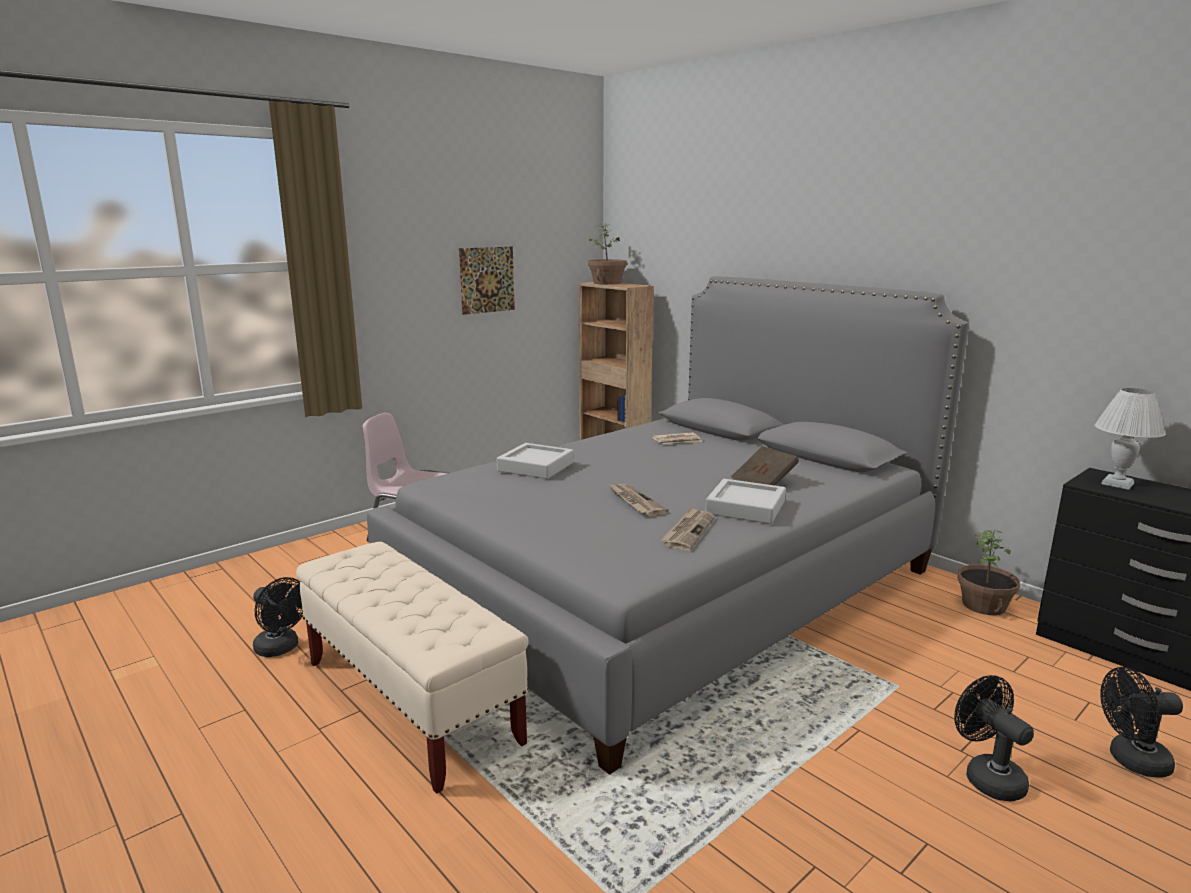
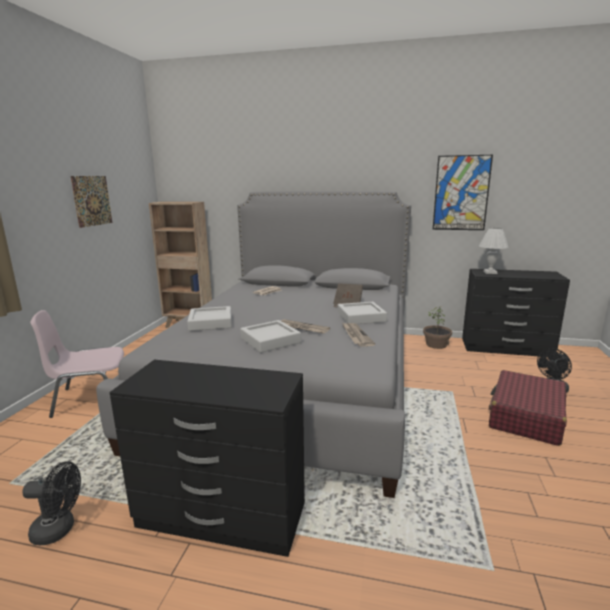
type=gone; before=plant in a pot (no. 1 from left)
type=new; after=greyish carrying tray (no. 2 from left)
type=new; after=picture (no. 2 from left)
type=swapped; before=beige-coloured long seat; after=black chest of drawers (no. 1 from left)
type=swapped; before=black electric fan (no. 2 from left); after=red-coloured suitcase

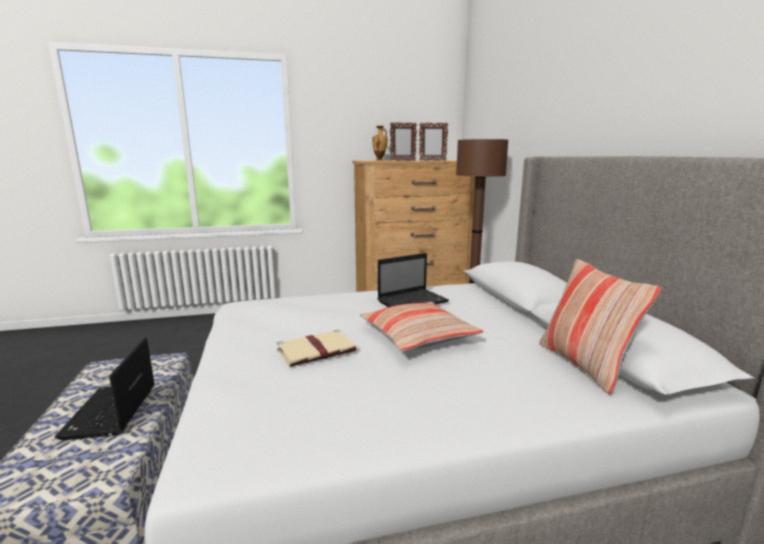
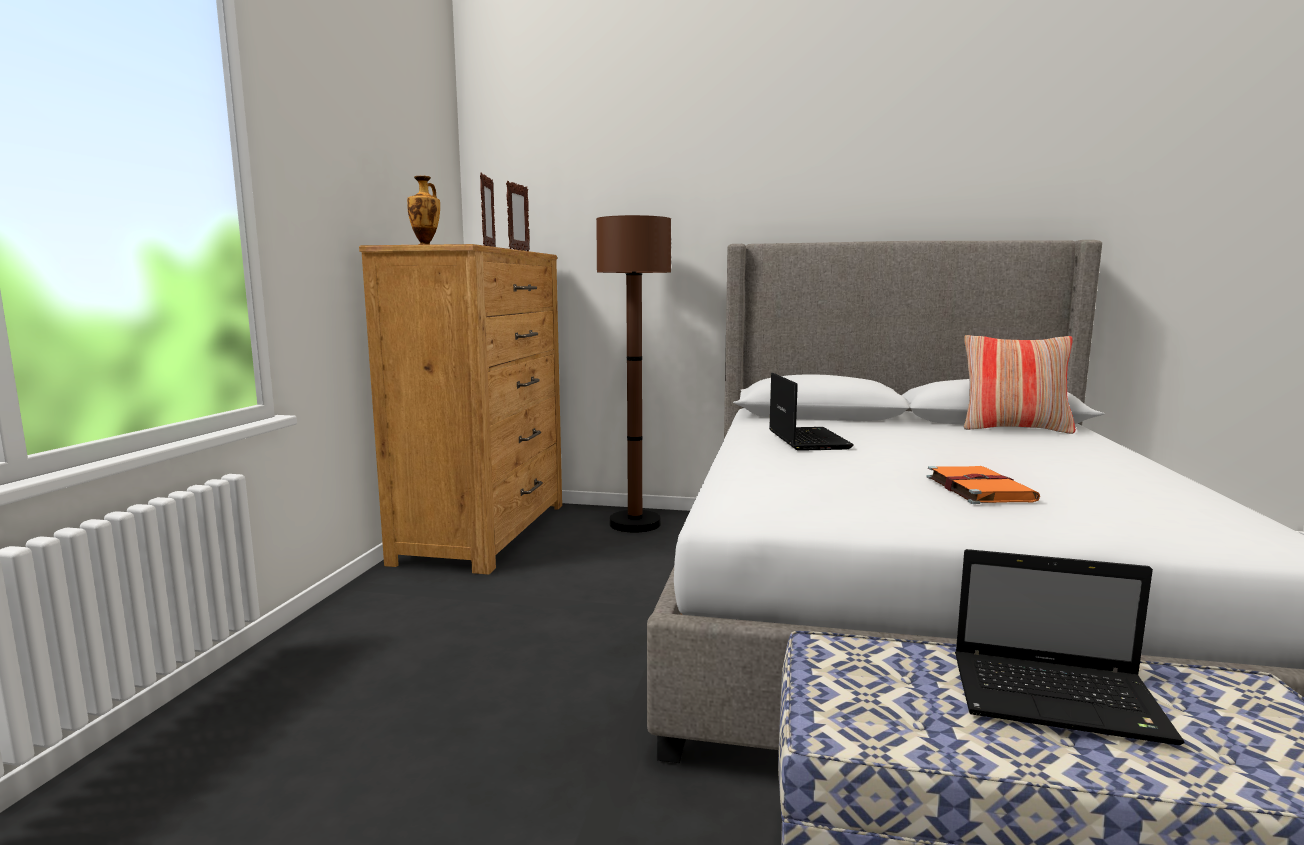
type=gone; before=pillow (no. 1 from left)
type=repainted; before=beige-coloured bound book; after=orangey bound book

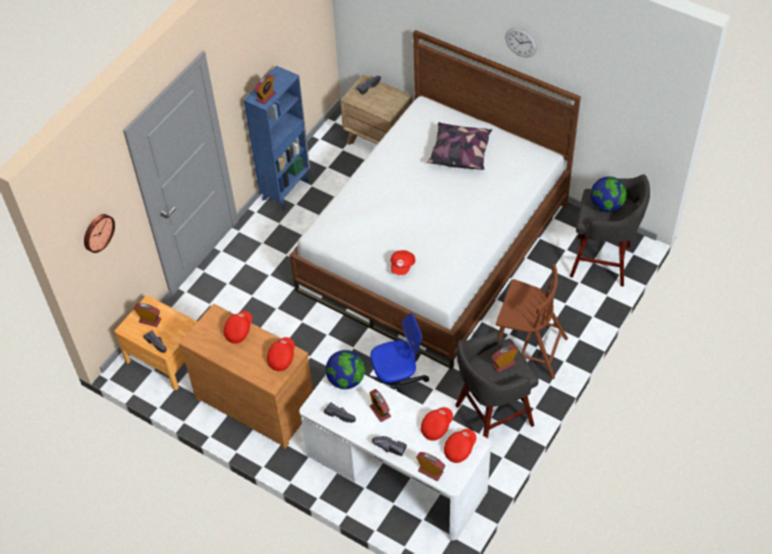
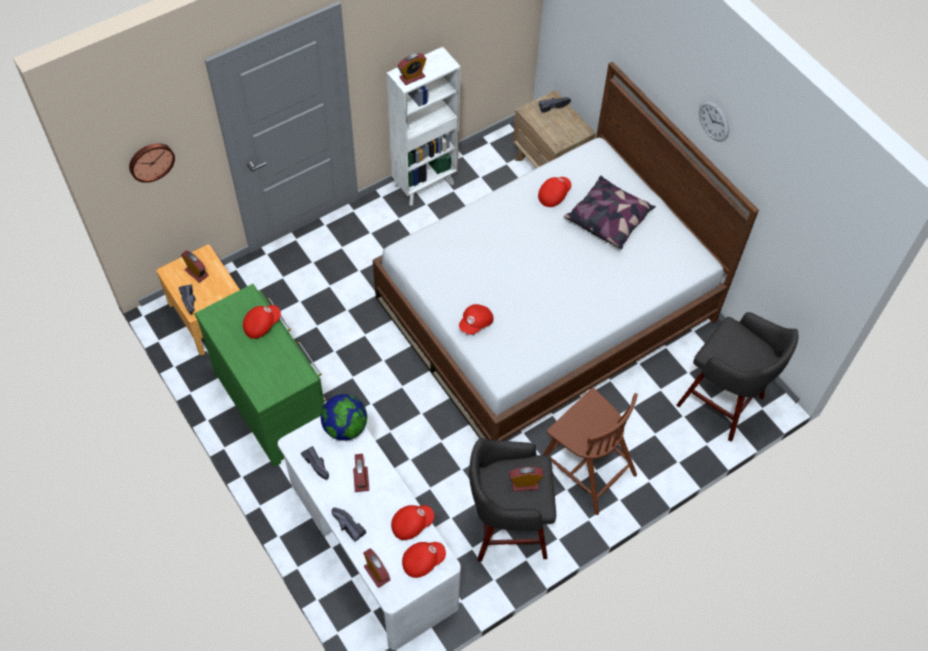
type=gone; before=office chair
type=gone; before=desk globe (no. 2 from left)
type=shifted; before=red-coloured peaked cap (no. 2 from left in the first image); after=red-coloured peaked cap (no. 5 from left)
type=repainted; before=brownish chest of drawers; after=greenish chest of drawers
type=repainted; before=blue-coloured bookcase; after=white bookcase

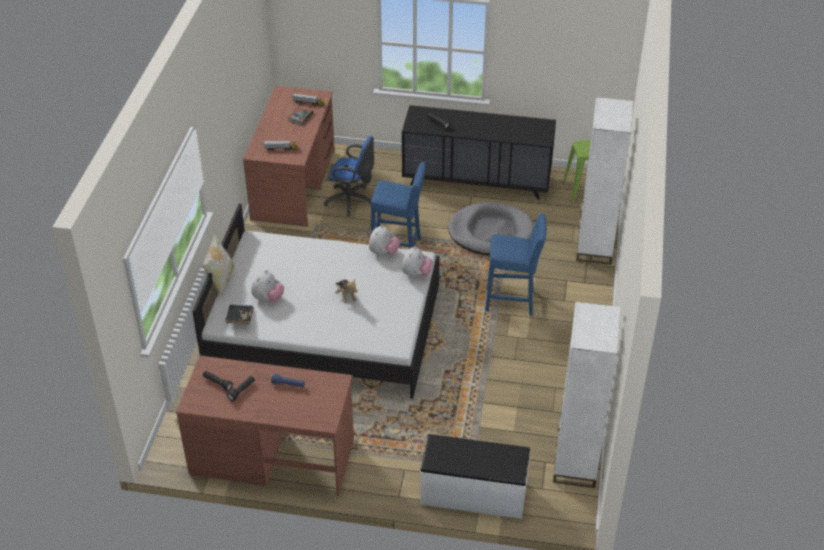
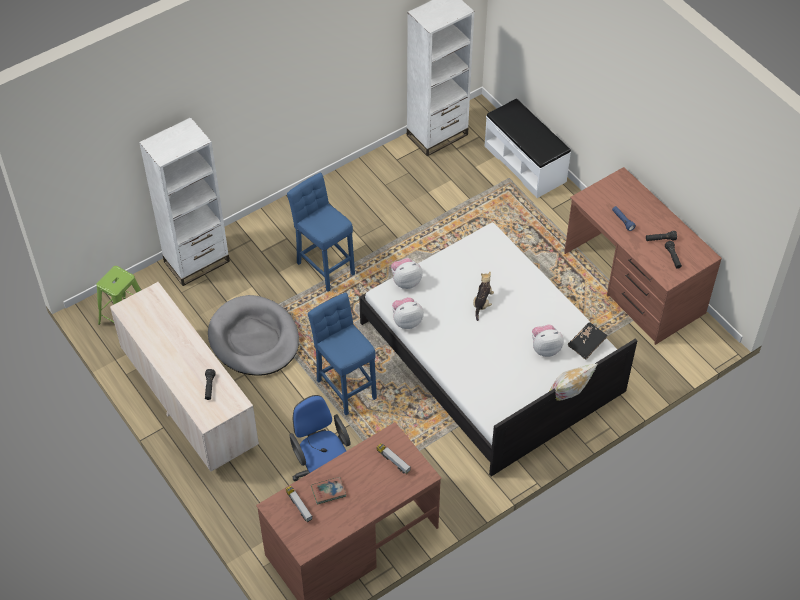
type=repainted; before=black chest of drawers; after=beige-coloured chest of drawers

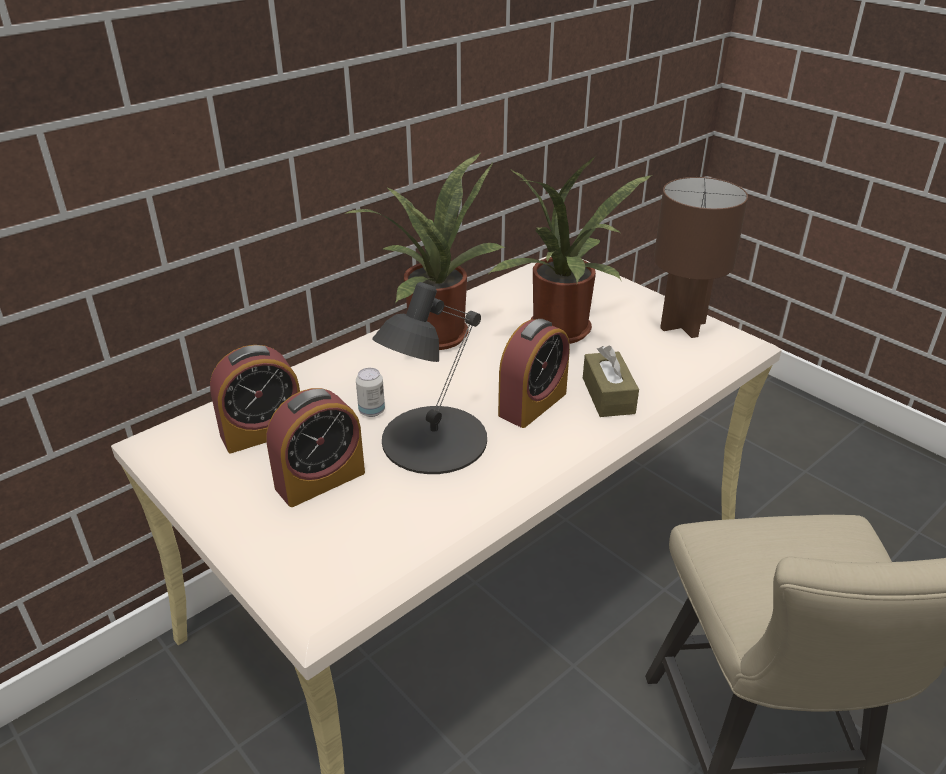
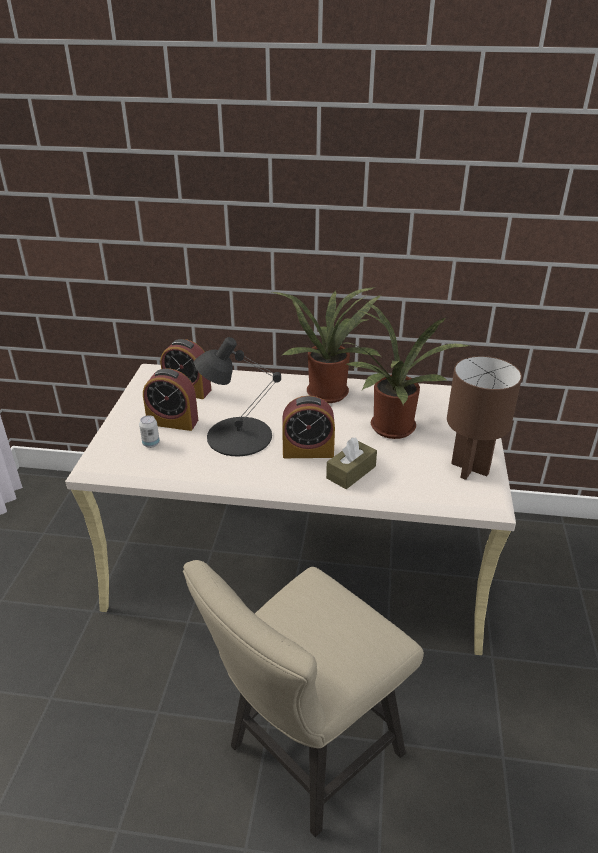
type=shifted; before=sealed can

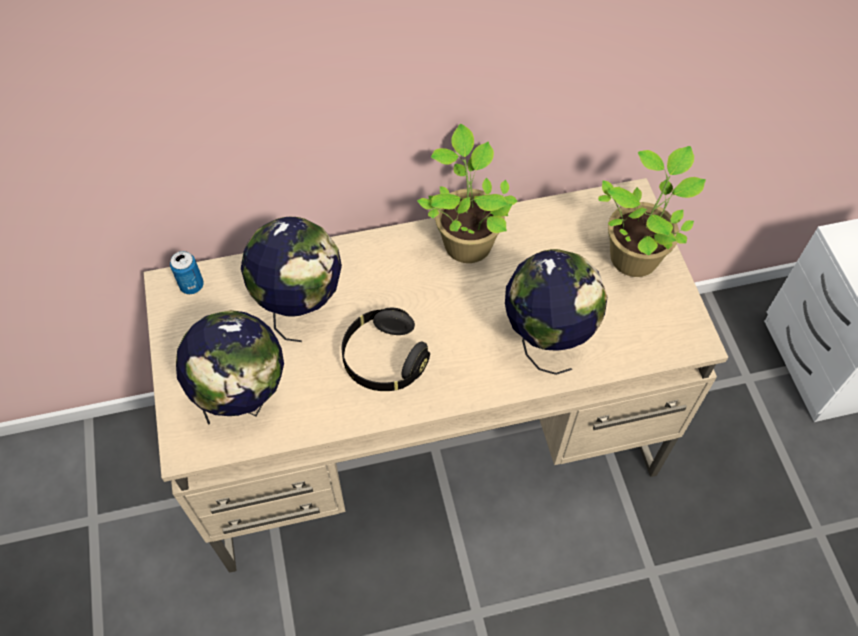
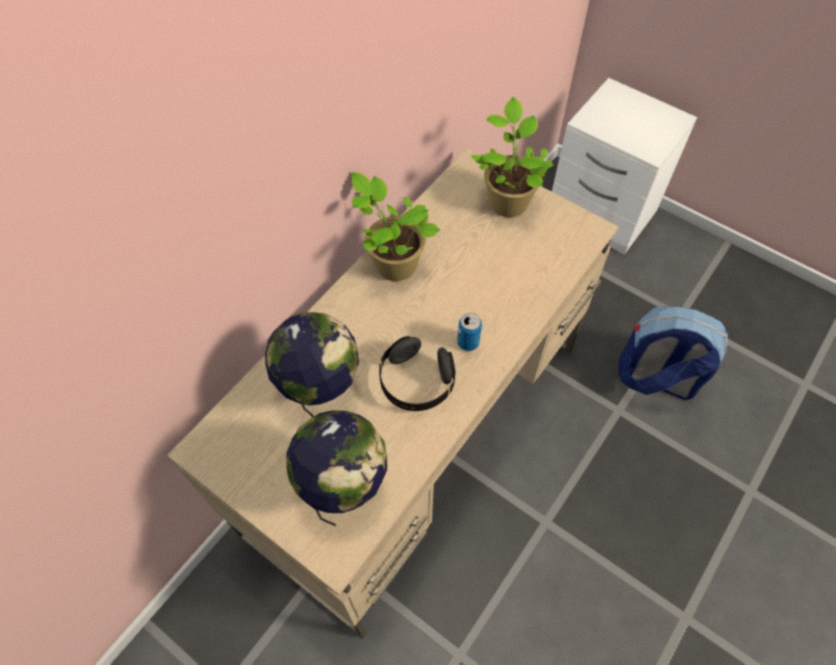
type=gone; before=desk globe (no. 3 from left)
type=new; after=knapsack
type=shifted; before=sealed can

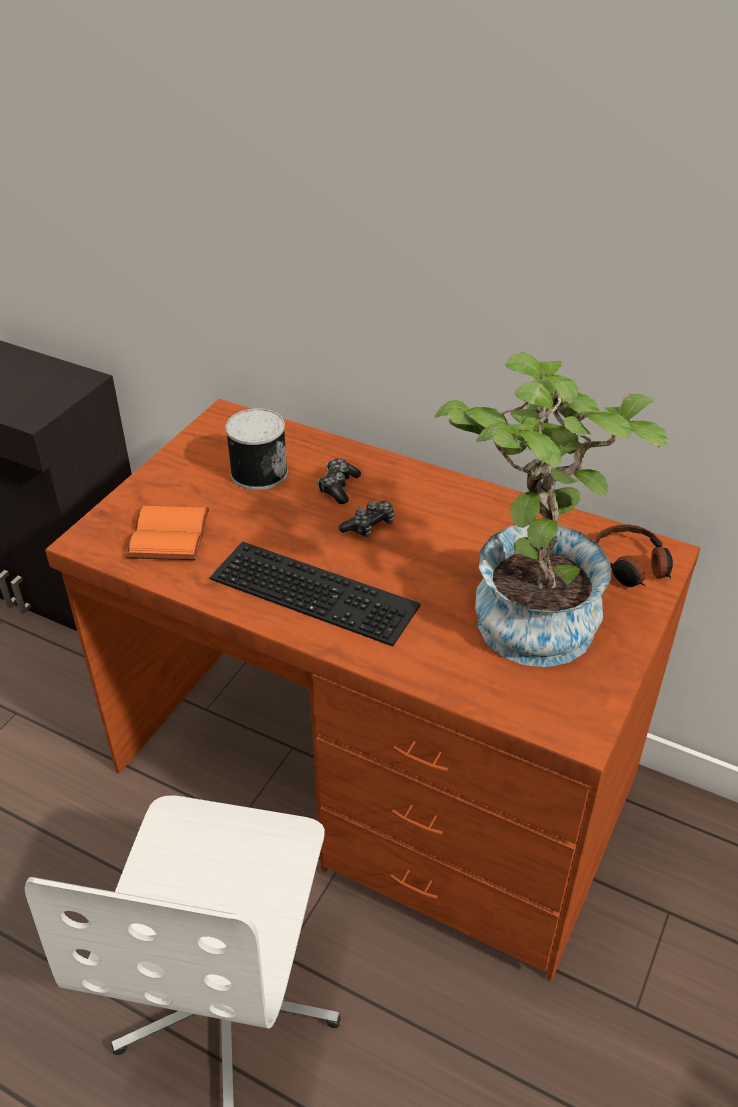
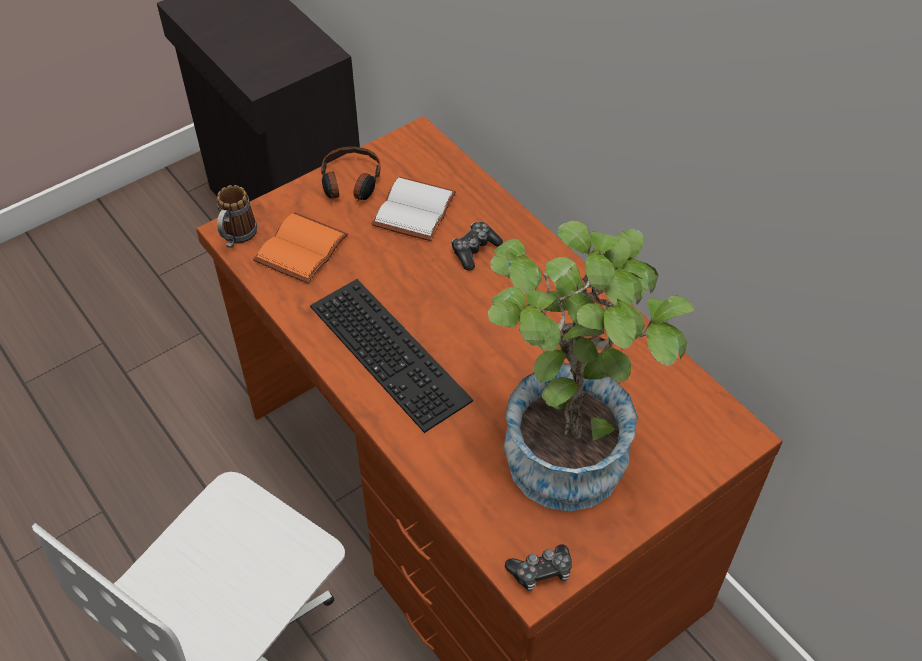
type=new; after=coffee mug
type=shifted; before=gamepad (no. 2 from left)
type=shifted; before=headphones
type=swapped; before=sealed can; after=white bound book

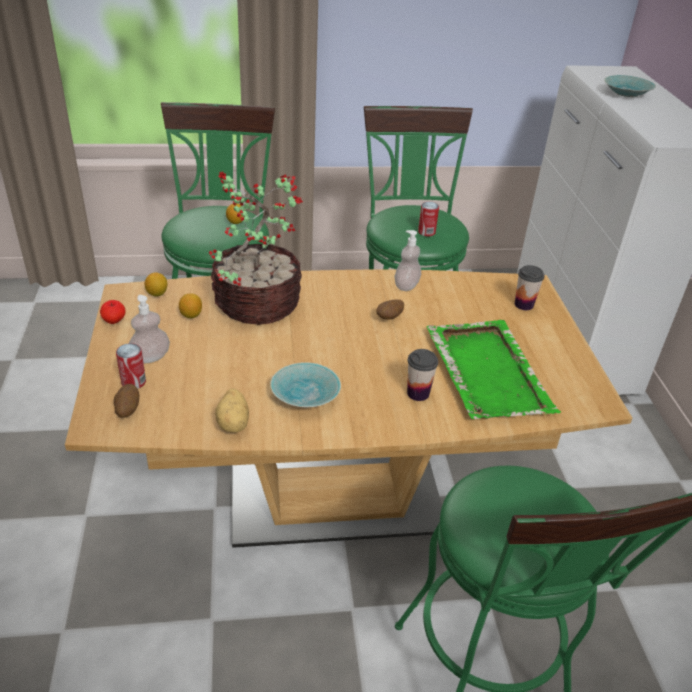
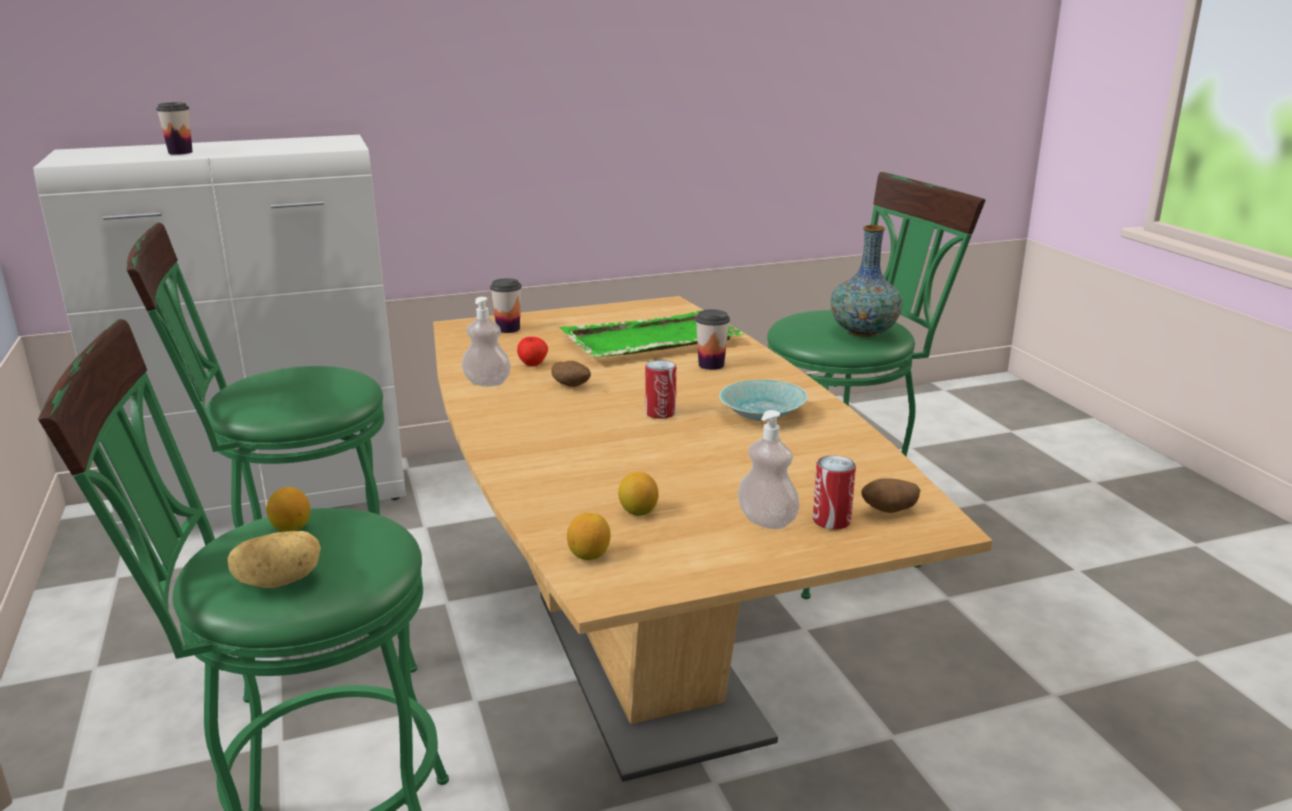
type=gone; before=plant in a pot
type=new; after=decorative vase
type=shifted; before=whole apple
type=shifted; before=potato (no. 2 from left in the first image); after=potato (no. 1 from left)
type=shifted; before=sealed can (no. 2 from left in the first image); after=sealed can (no. 1 from left)
type=swapped; before=turquoise-coloured bowl (no. 2 from left); after=small cup (no. 1 from left)

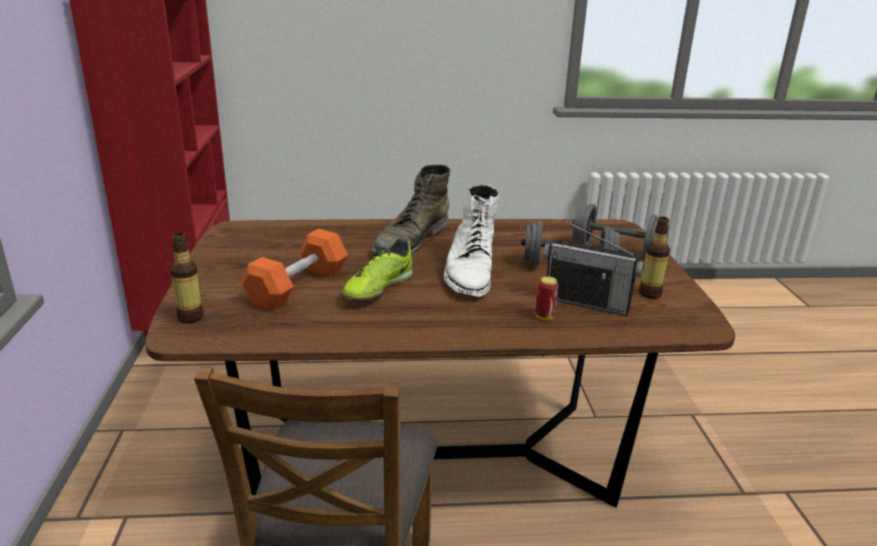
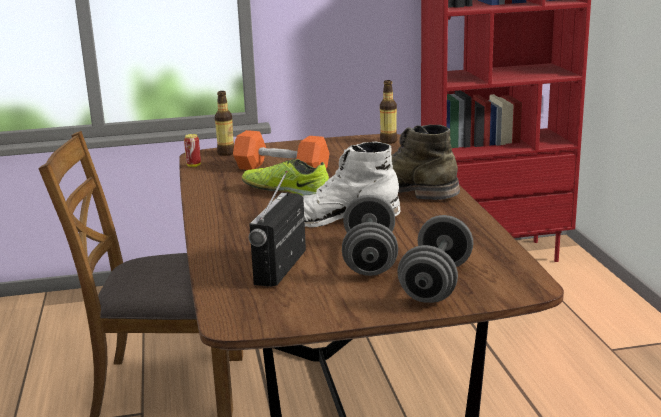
type=shifted; before=sealed can
type=shifted; before=drink bottle (no. 2 from left)

